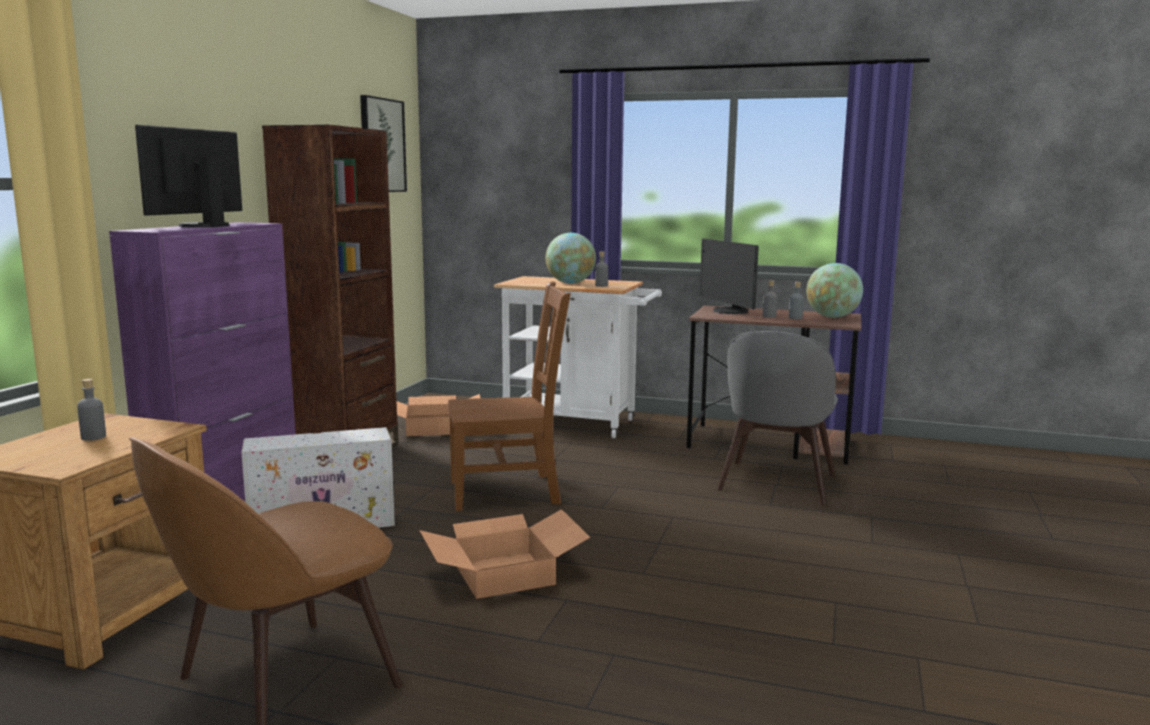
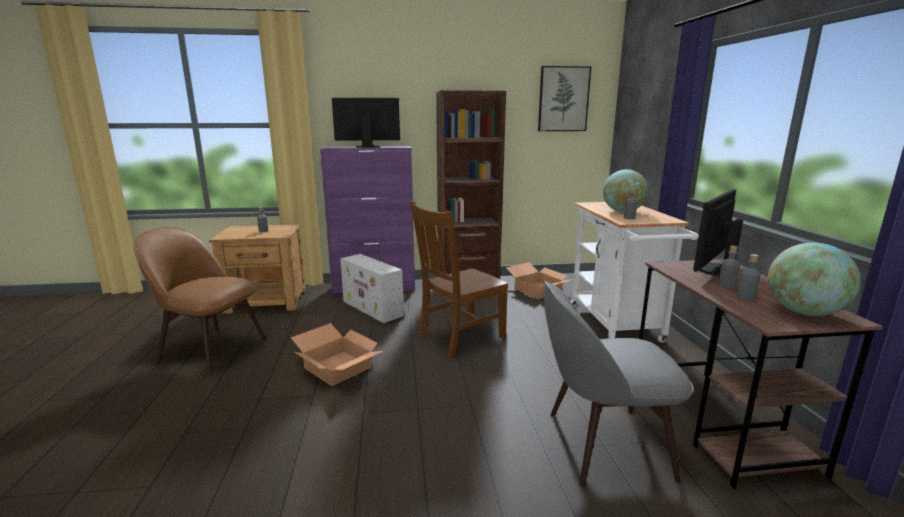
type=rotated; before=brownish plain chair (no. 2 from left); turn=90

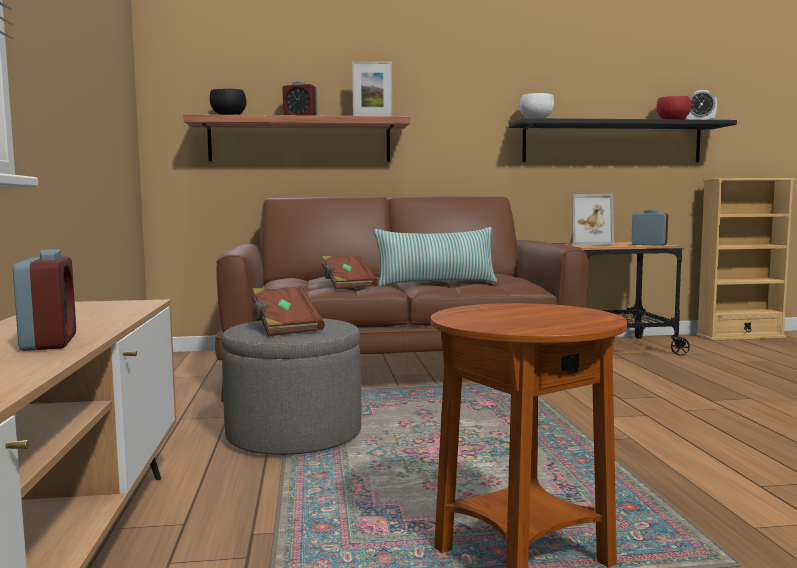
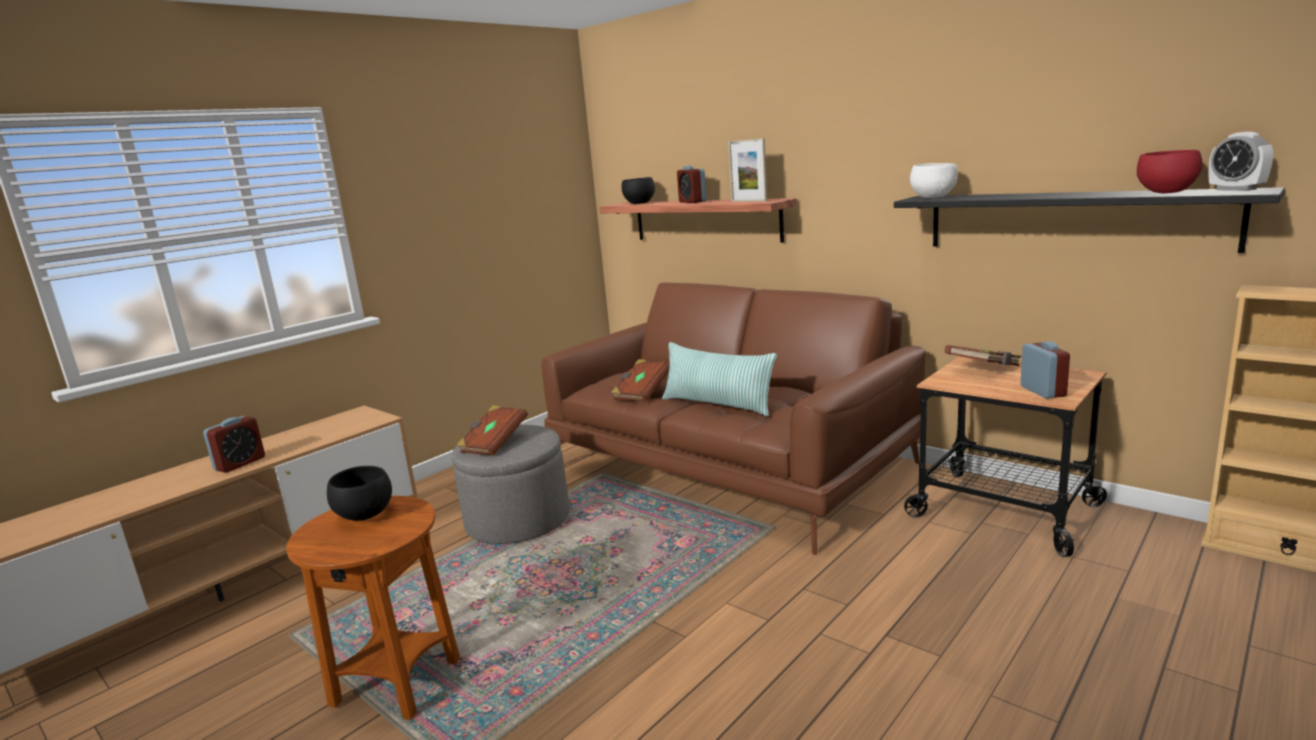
type=new; after=black bowl (no. 1 from left)
type=swapped; before=standing frame (no. 2 from left); after=brownish bound book (no. 3 from left)

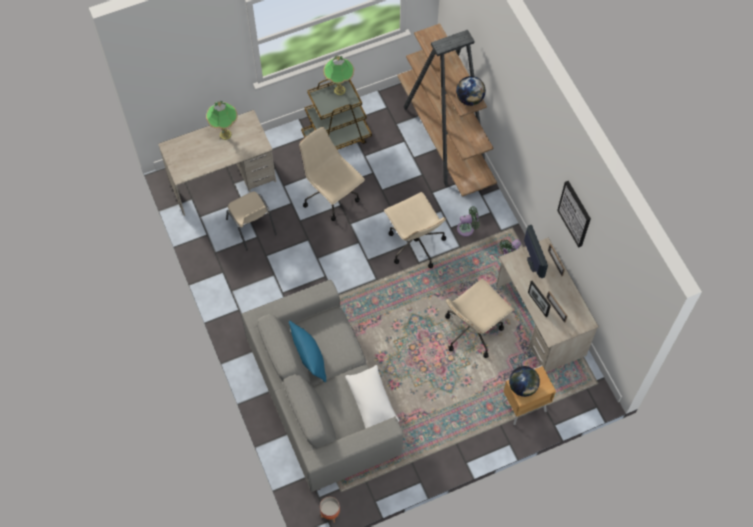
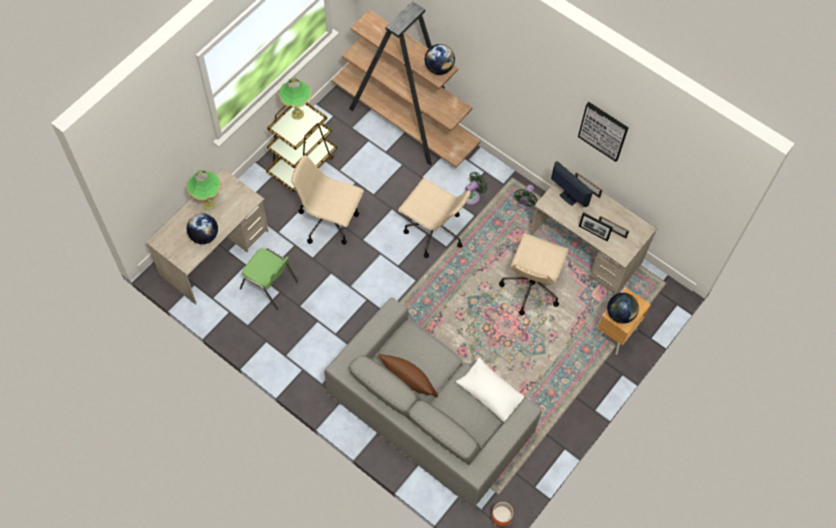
type=new; after=desk globe (no. 1 from left)
type=repainted; before=beige-coloured plain chair; after=greenish plain chair
type=repainted; before=blue-coloured pillow; after=brownish pillow

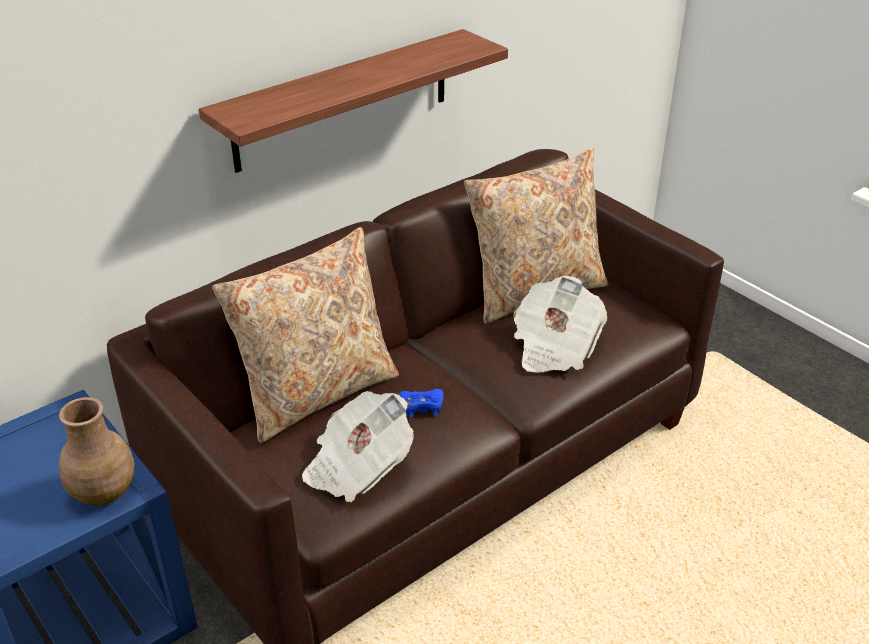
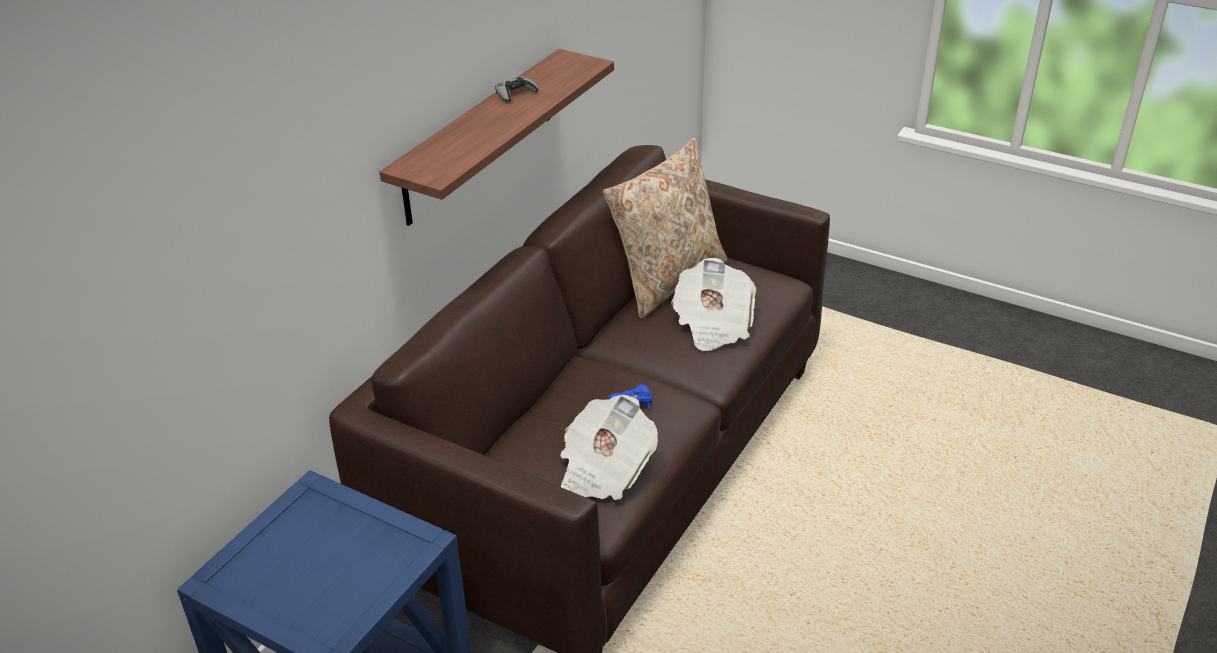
type=gone; before=brownish decorative vase
type=gone; before=beige-coloured pillow (no. 1 from left)
type=new; after=greyish gamepad

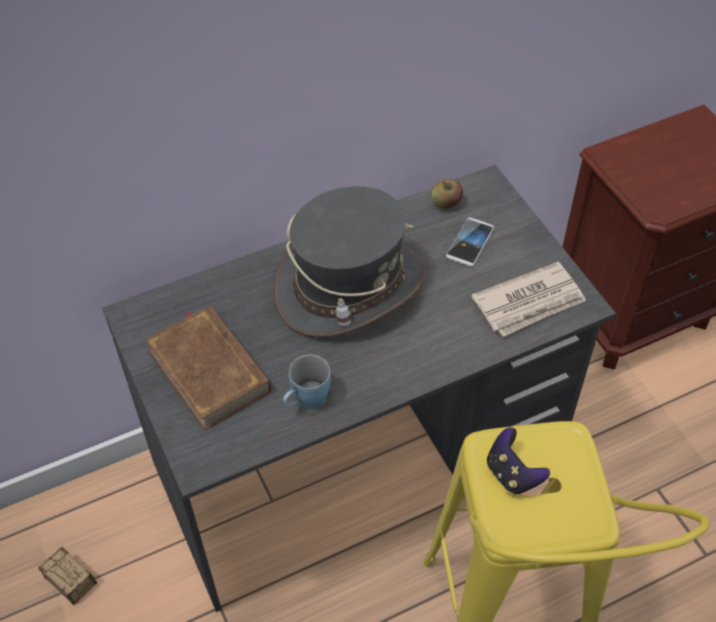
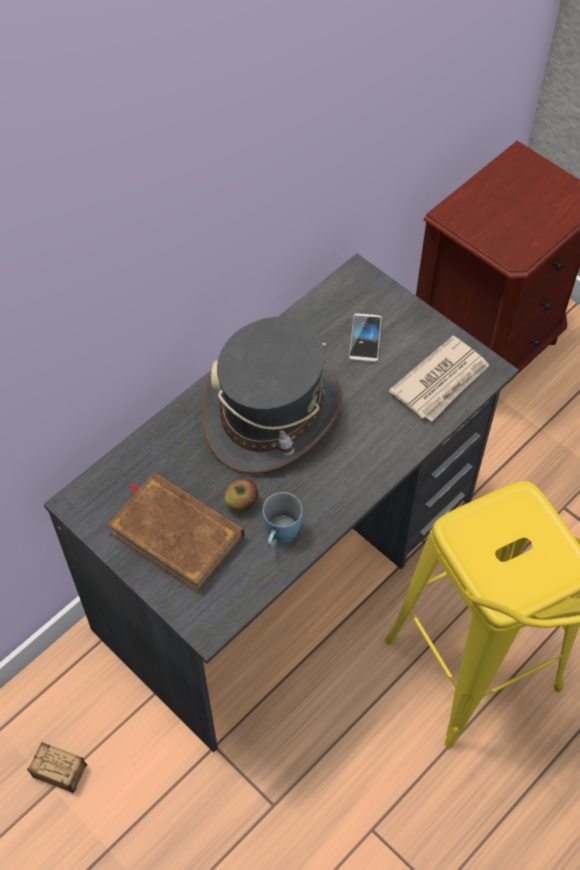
type=gone; before=gamepad
type=shifted; before=whole apple

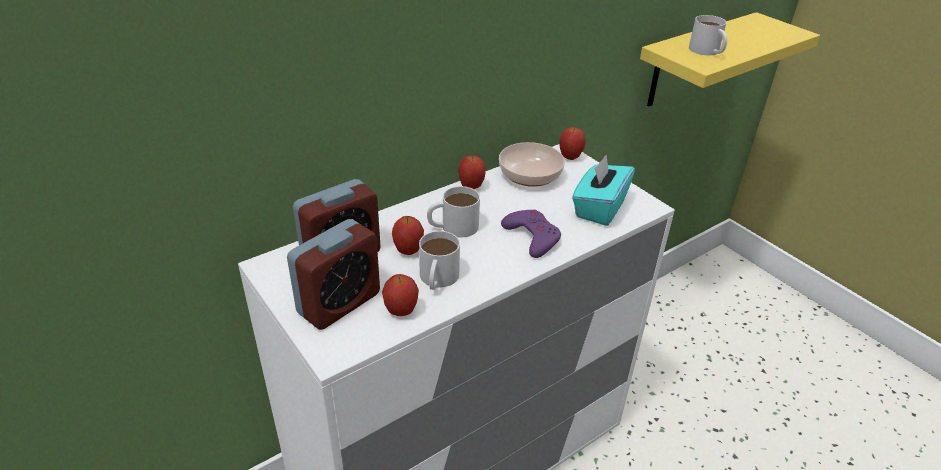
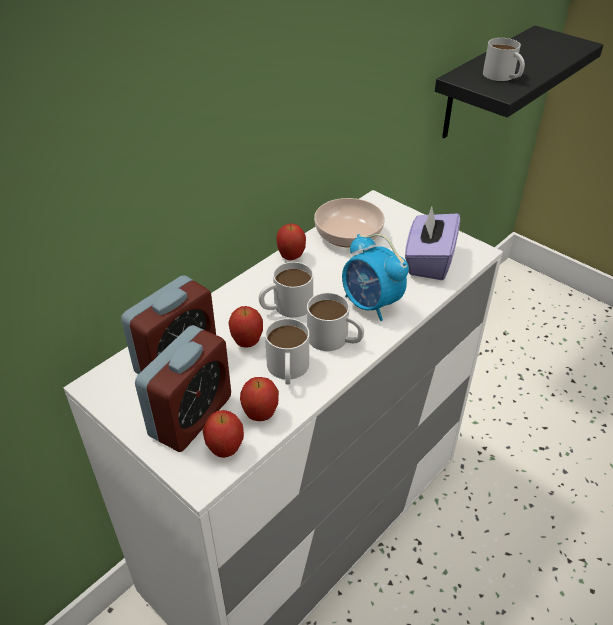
type=new; after=white coffee mug (no. 3 from left)
type=shifted; before=whole apple (no. 4 from left in the first image); after=whole apple (no. 1 from left)
type=swapped; before=purple gamepad; after=table clock (no. 3 from left)
type=repainted; before=turquoise-coloured box of tissues; after=purple box of tissues
type=repainted; before=yellow-coloured wall shelf; after=black wall shelf

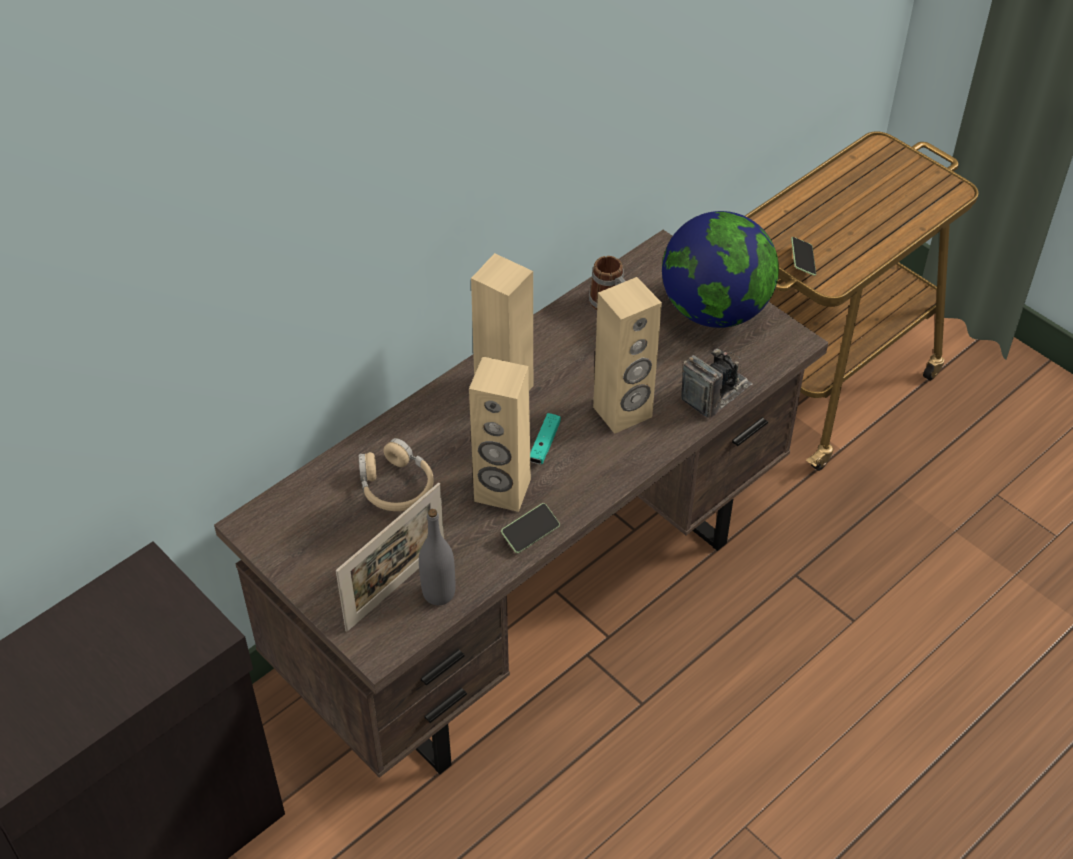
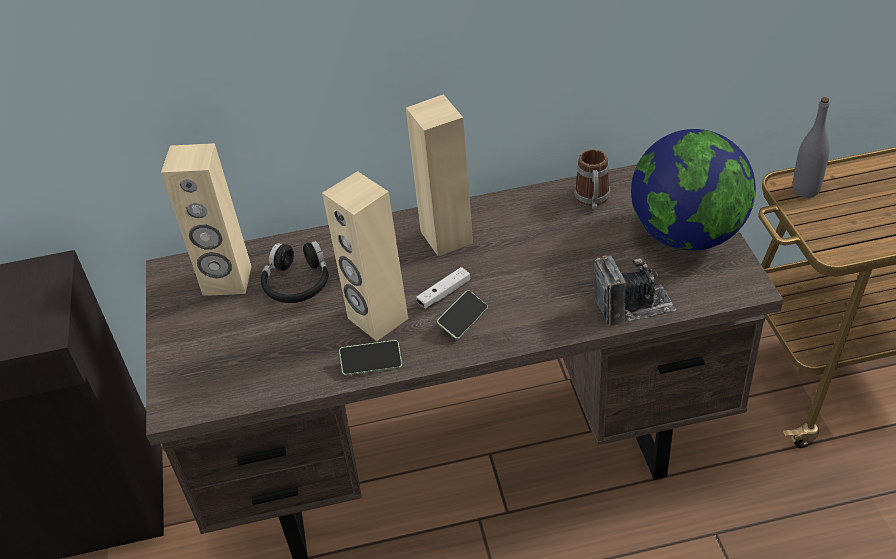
type=gone; before=standing frame
type=shifted; before=greyish drink bottle
type=shifted; before=beige-coloured audio speaker (no. 3 from left in the first image); after=beige-coloured audio speaker (no. 1 from left)
type=shifted; before=telephone (no. 2 from left)
type=repainted; before=beige-coloured headphones; after=black headphones
type=repainted; before=turquoise-coloured gamepad; after=white gamepad

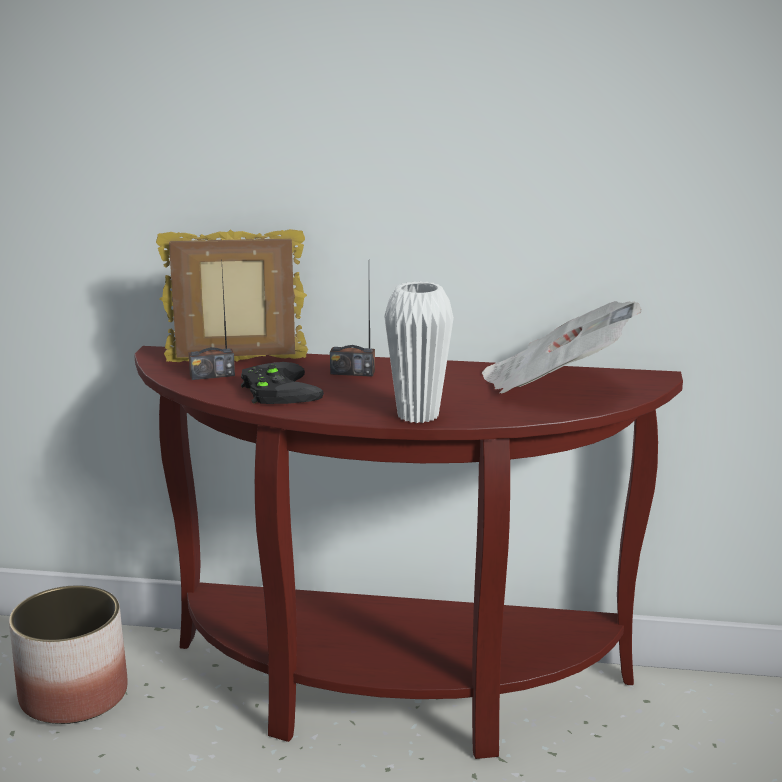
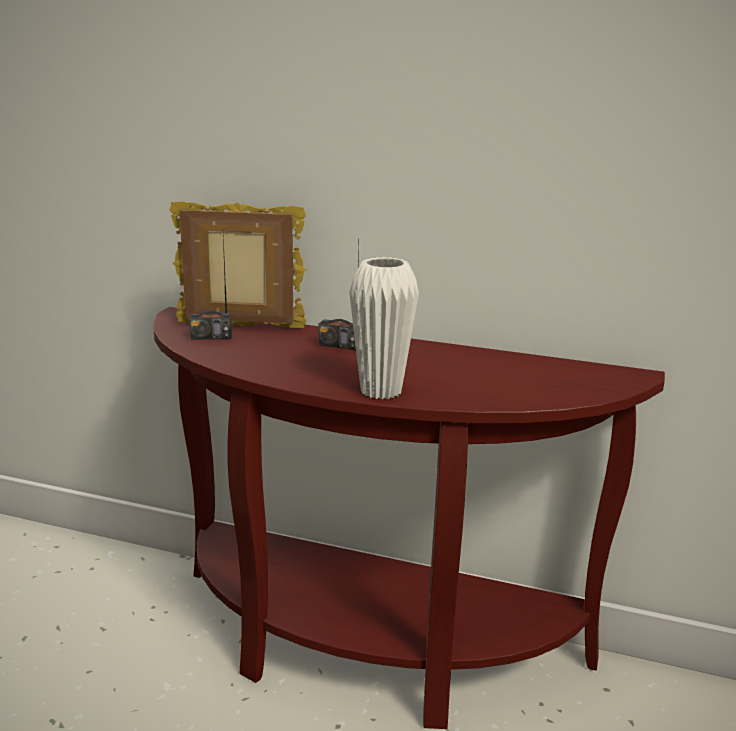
type=gone; before=flower pot
type=gone; before=black gamepad
type=gone; before=daily paper

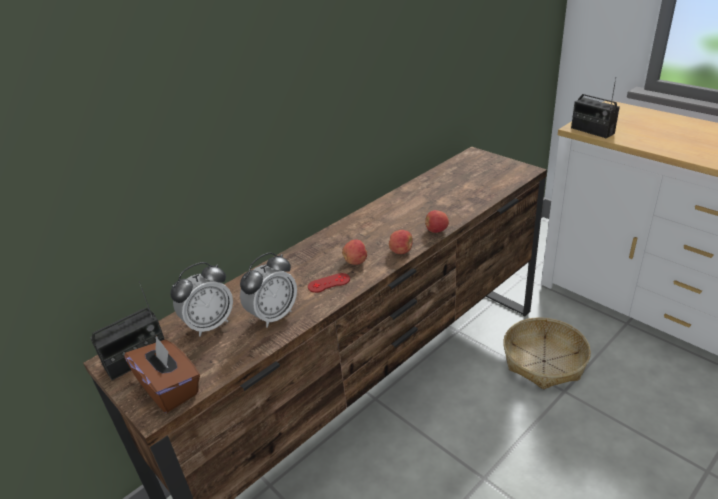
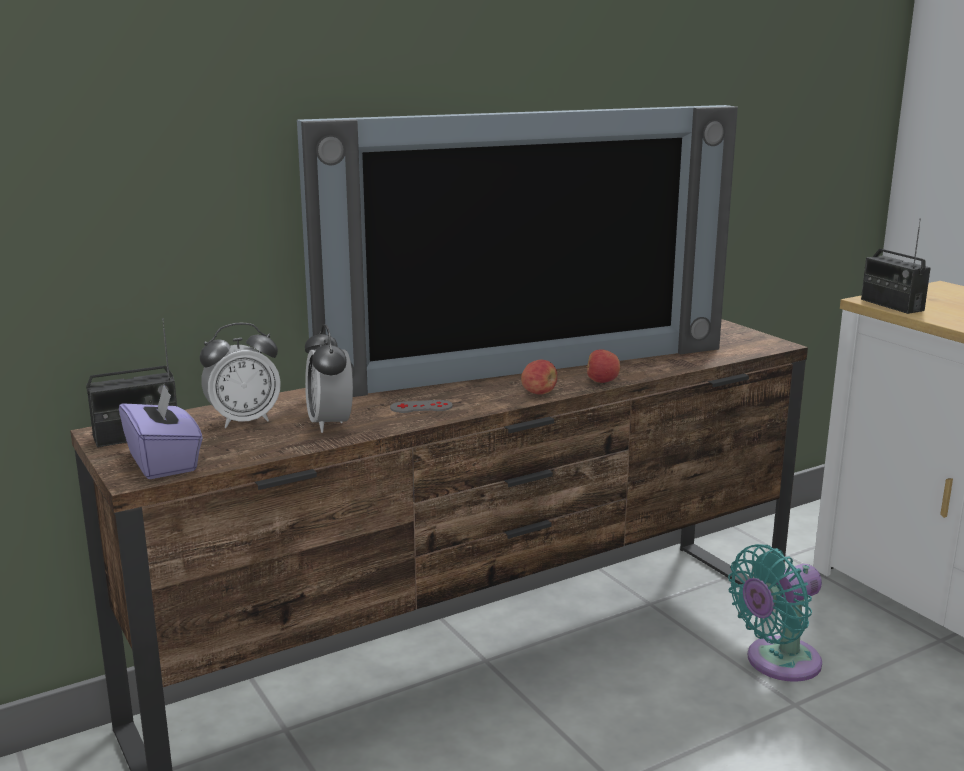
type=gone; before=whole apple (no. 1 from left)
type=new; after=TV
type=swapped; before=basket; after=turquoise-coloured electric fan
type=repainted; before=brownish box of tissues; after=purple box of tissues
type=repainted; before=red-coloured gamepad; after=greyish gamepad
type=rotated; before=table clock (no. 2 from left); turn=105

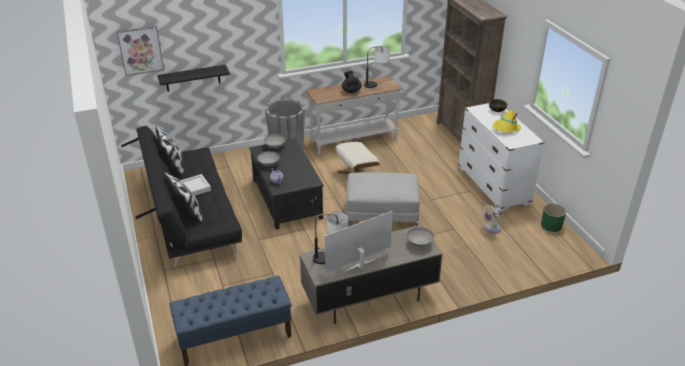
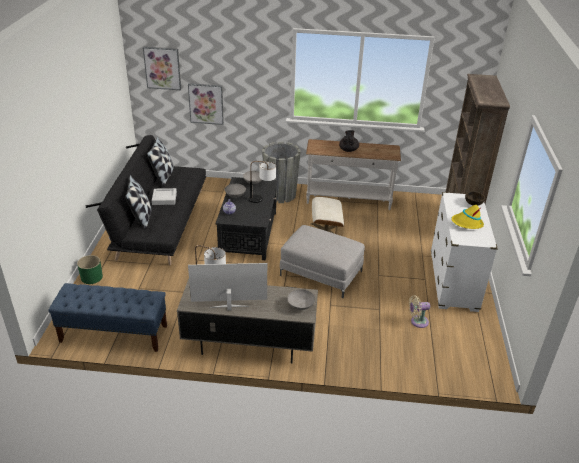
type=shifted; before=tabletop lamp (no. 2 from left)
type=shifted; before=greenish flower pot
type=swapped; before=black wall shelf; after=picture (no. 2 from left)

